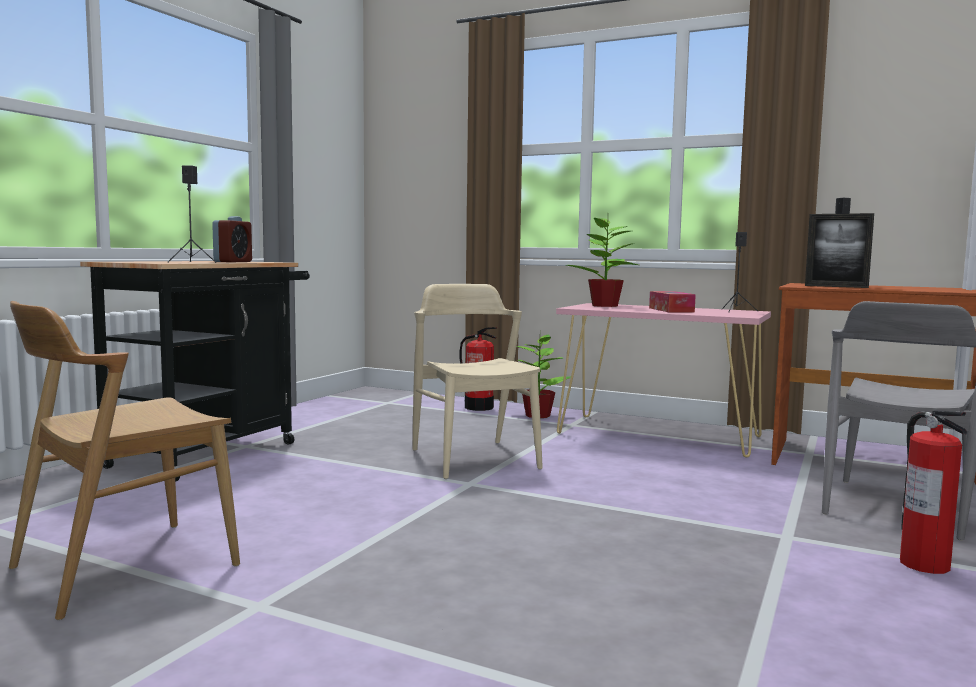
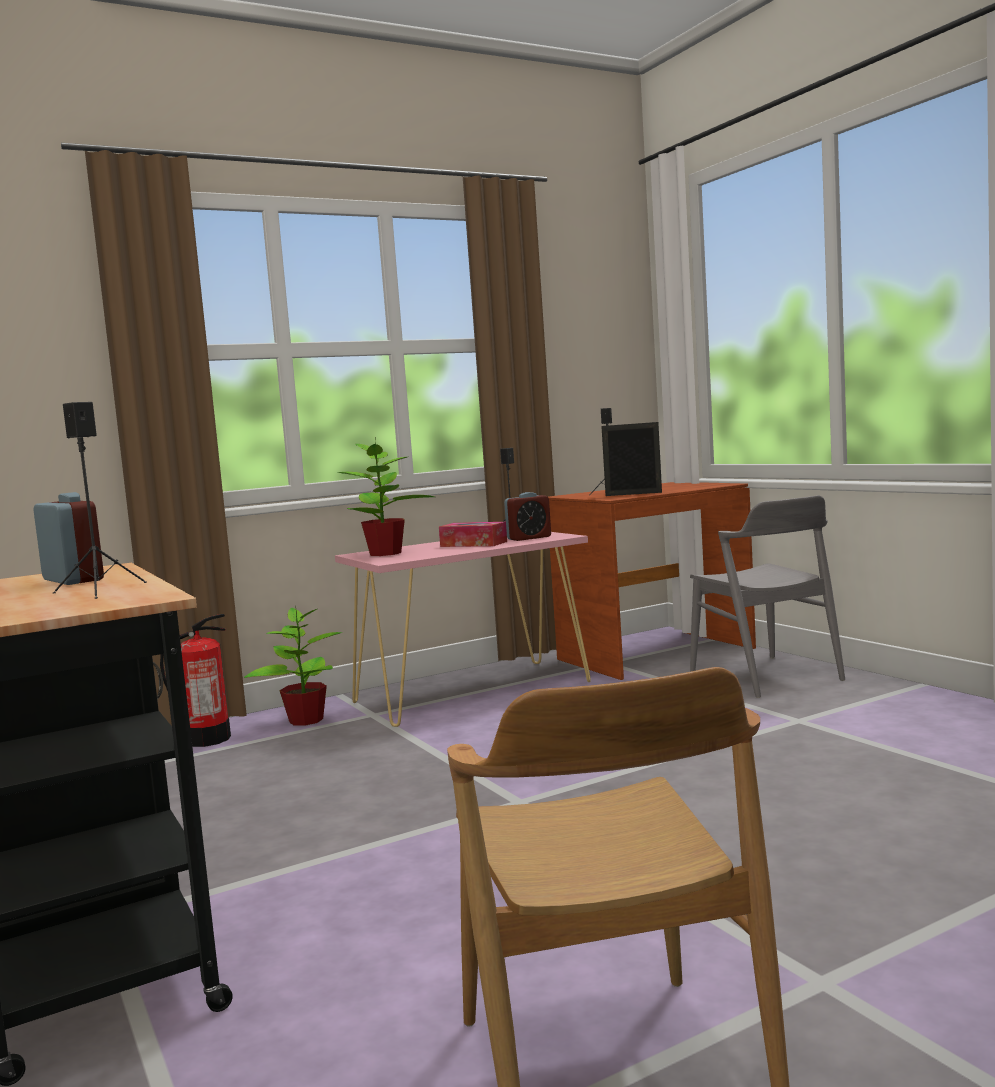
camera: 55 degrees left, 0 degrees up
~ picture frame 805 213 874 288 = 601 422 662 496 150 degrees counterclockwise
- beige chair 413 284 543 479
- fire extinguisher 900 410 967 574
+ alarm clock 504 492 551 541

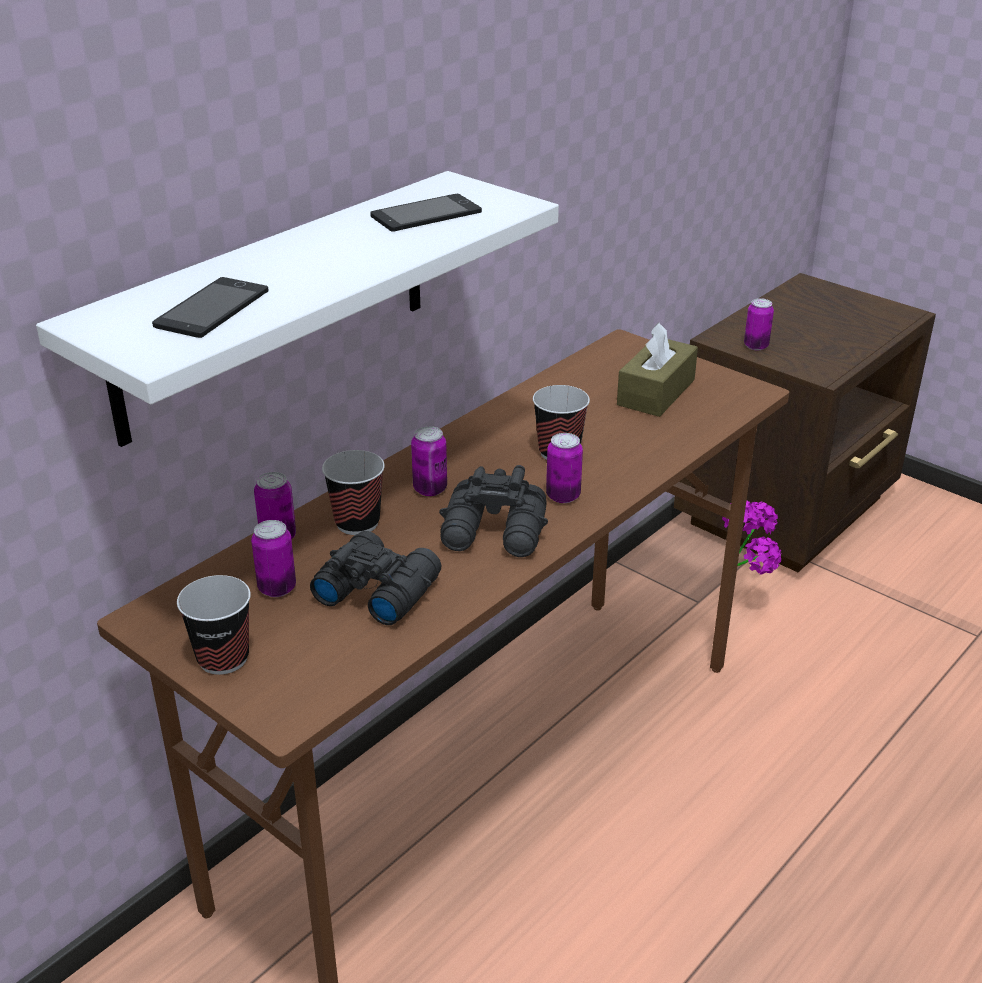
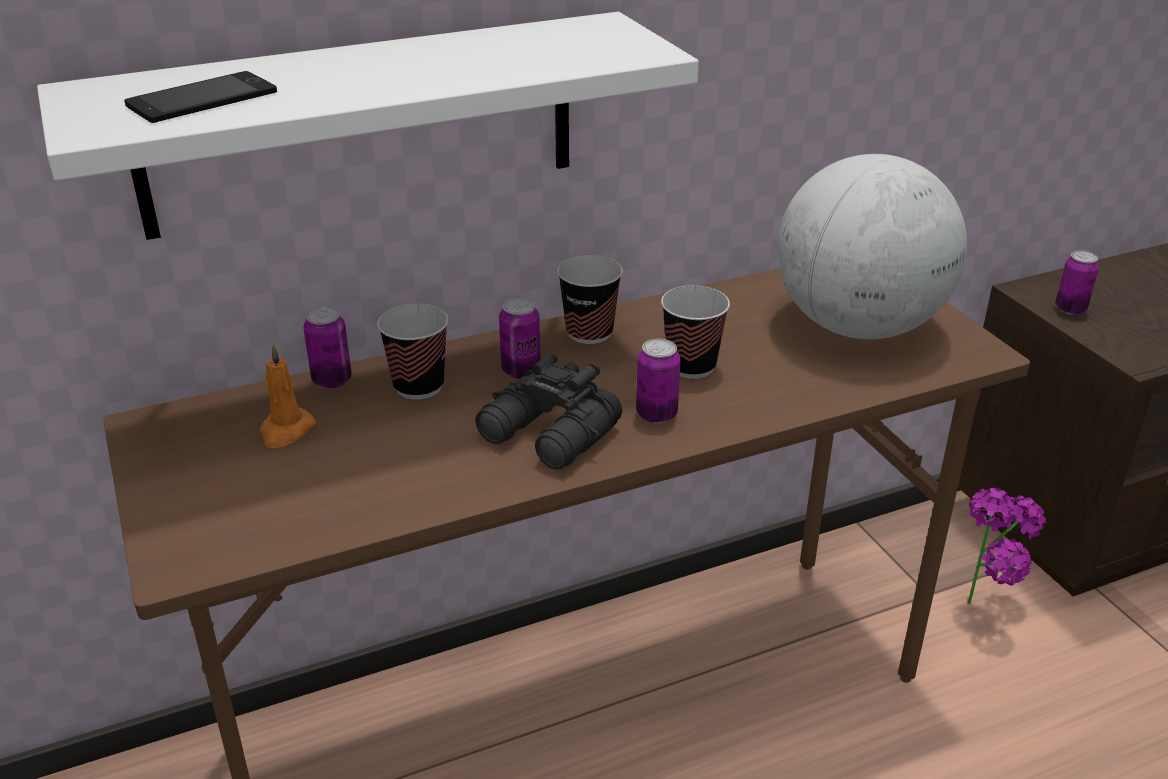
camera: 25 degrees right, 0 degrees up
- phone 370 194 482 232
~ brown tissue box 617 323 698 417 to globe 777 154 967 339
~ can 251 520 296 597 to orange candle 259 345 316 448
- black binoculars 310 531 441 625
~ cup 177 575 251 675 to 557 255 623 344

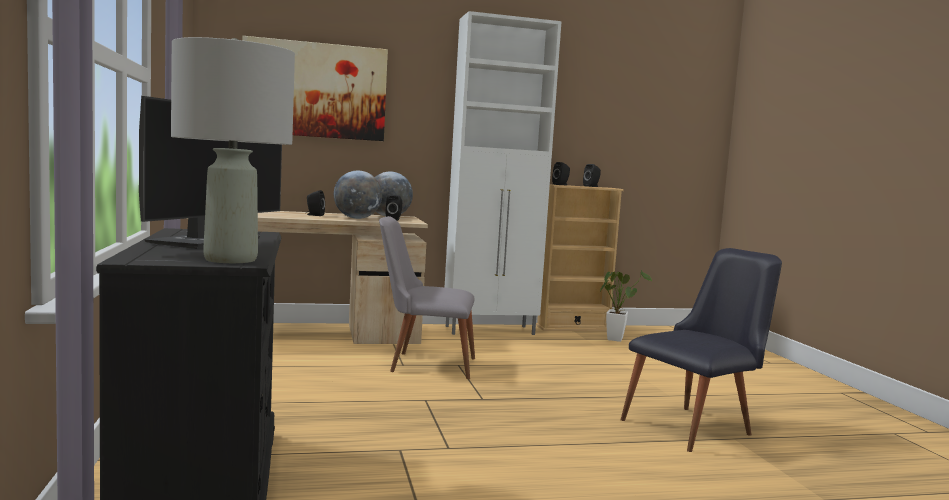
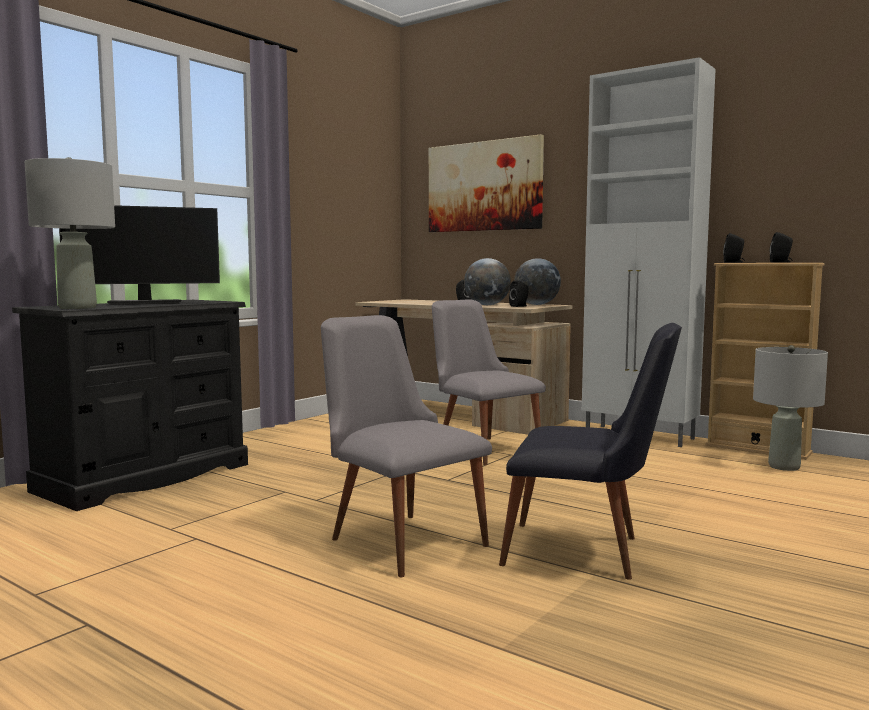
camera: 50 degrees right, 0 degrees up
~ potted plant 600 270 652 342 to grey table lamp 753 345 828 471
+ grey chair 321 315 492 577

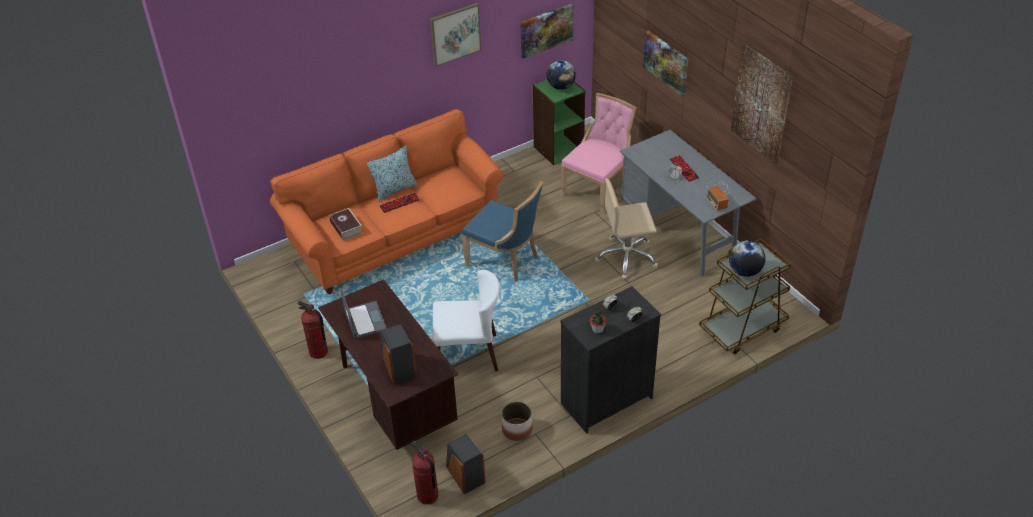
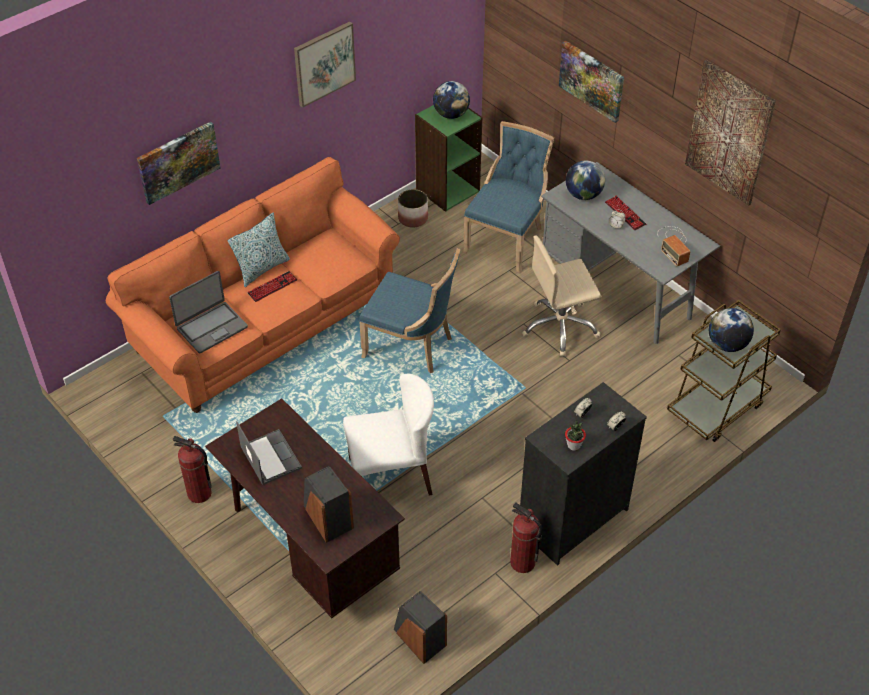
camera: 10 degrees left, 5 degrees up
~ picture 520 4 574 58 to 137 121 221 205
~ pink chair 560 93 636 214 to blue chair 463 121 554 273
~ book 329 208 363 241 to laptop 169 271 248 353
~ planter 501 401 533 441 to 398 189 428 227
~ fire extinguisher 411 441 438 504 to 510 502 543 573
+ globe 566 160 605 200

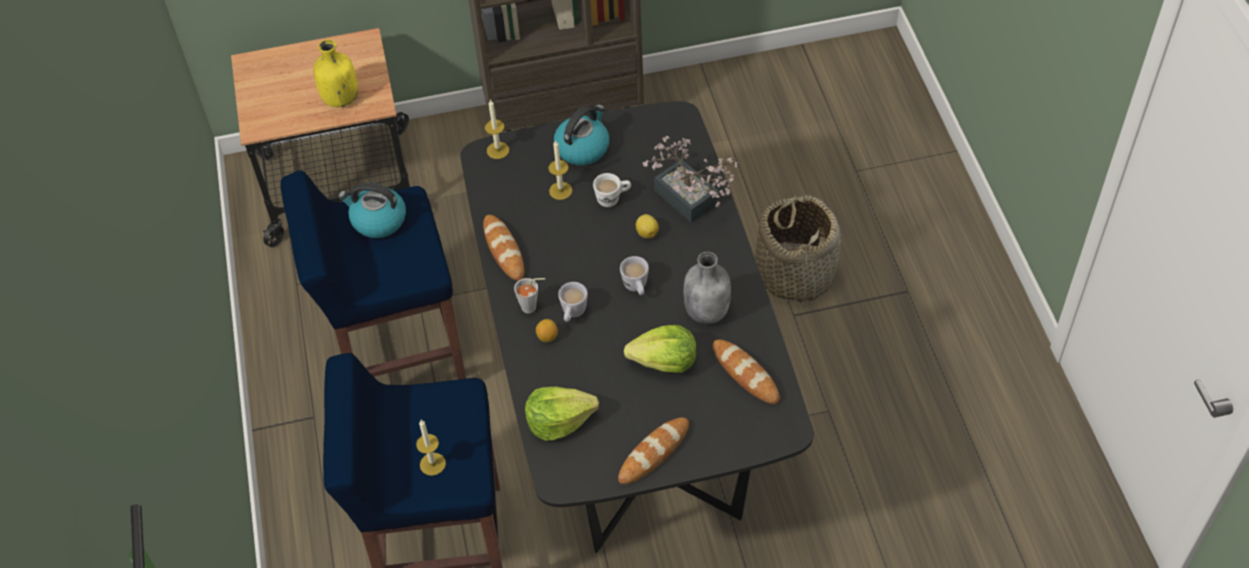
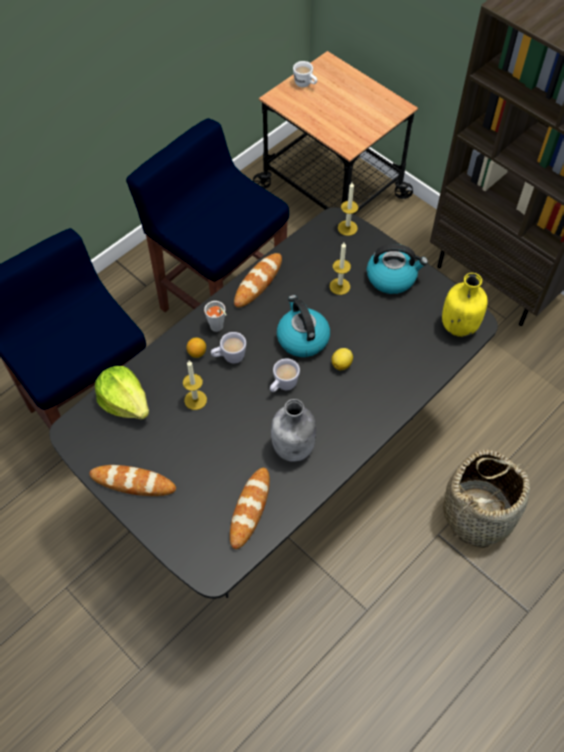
camera: 55 degrees right, 5 degrees up
~ yellow bottle 313 39 358 108 to 442 273 488 337
- potted plant 643 136 738 223
~ white mug 593 173 631 207 to 293 61 317 87
~ kettle 338 183 406 238 to 277 295 330 357
- lettuce 624 325 696 373
~ candle 416 420 446 476 to 183 361 207 410

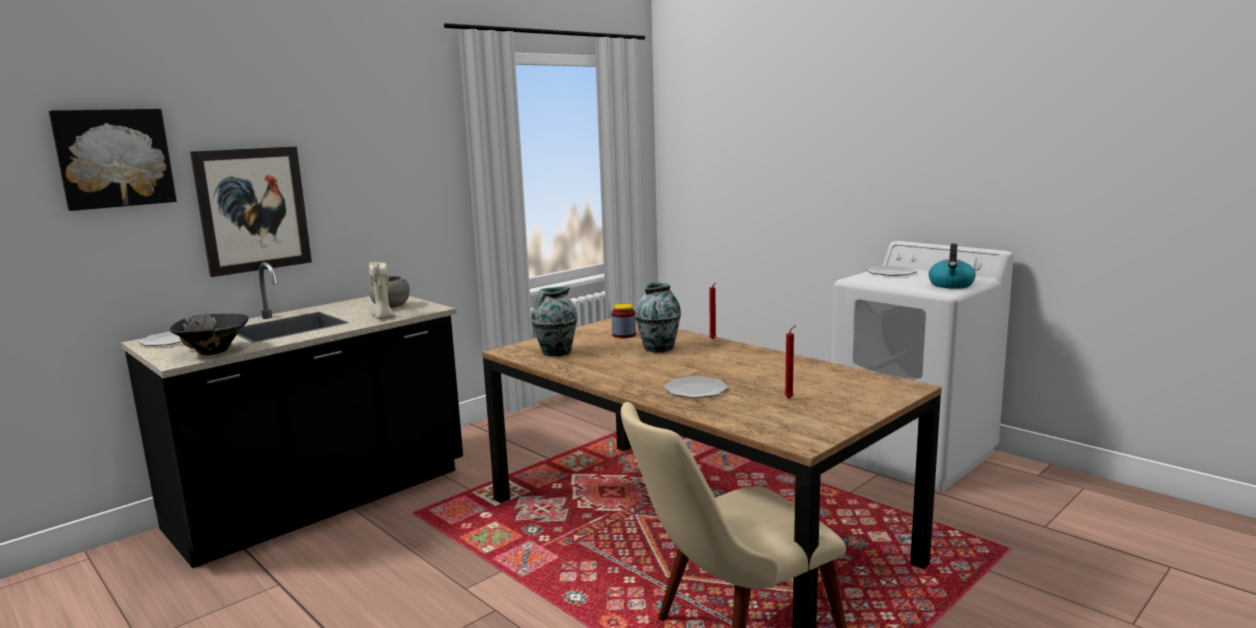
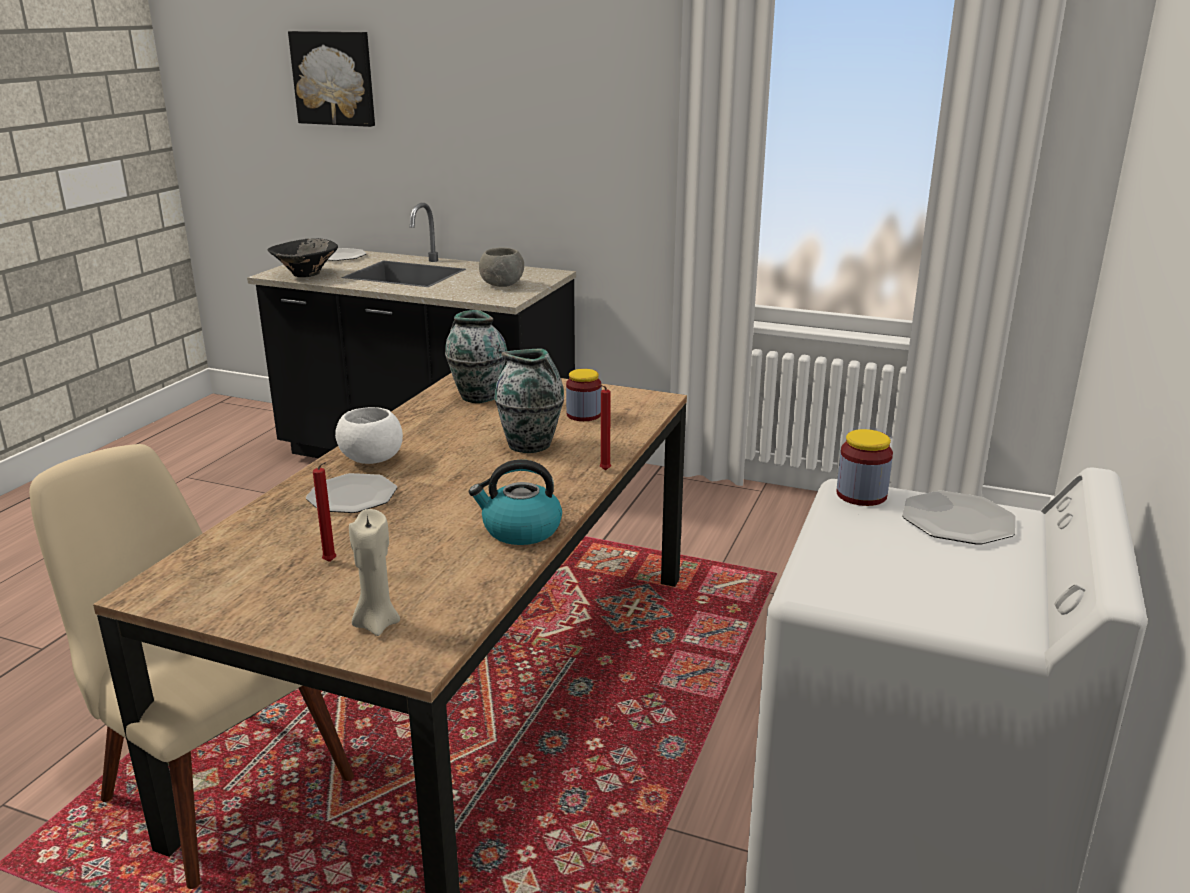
camera: 65 degrees right, 10 degrees up
- picture 190 146 312 277
~ kettle 929 244 976 289 to 469 460 562 545
~ beige candle 369 262 396 319 to 349 509 400 636
+ white bowl 335 407 403 464
+ jar 836 429 893 506

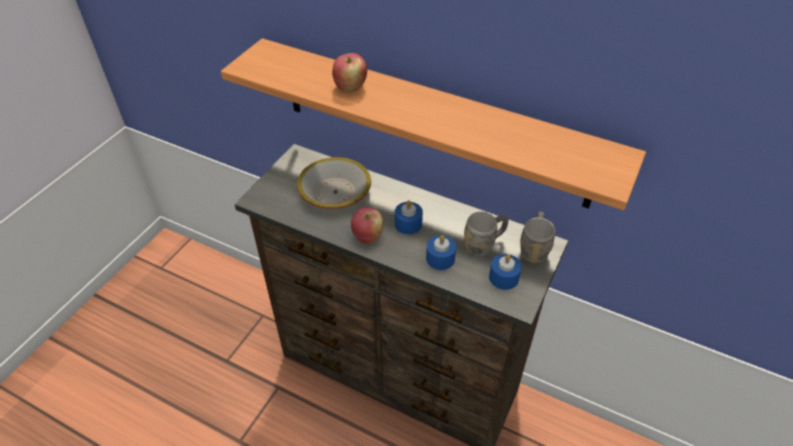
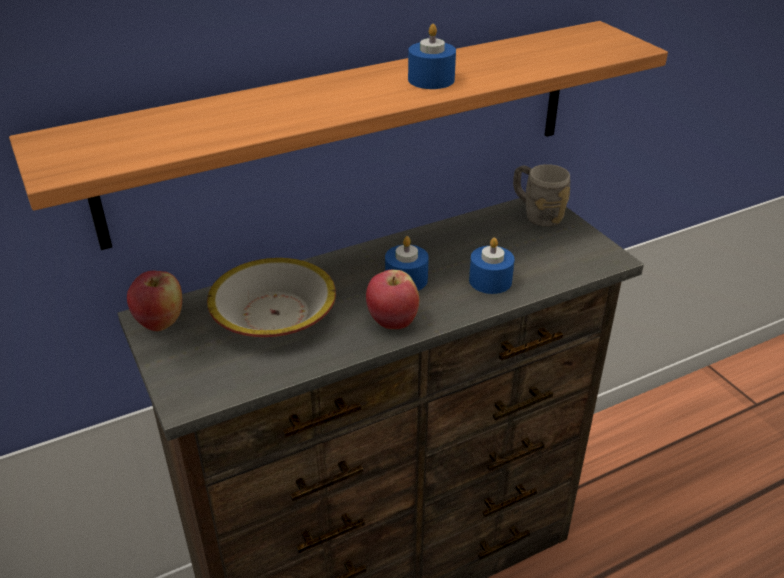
camera: 55 degrees left, 10 degrees down
~ apple 332 53 367 92 to 127 271 182 331
- grey mug 464 212 509 257
~ blue candle 489 254 522 290 to 408 24 456 89

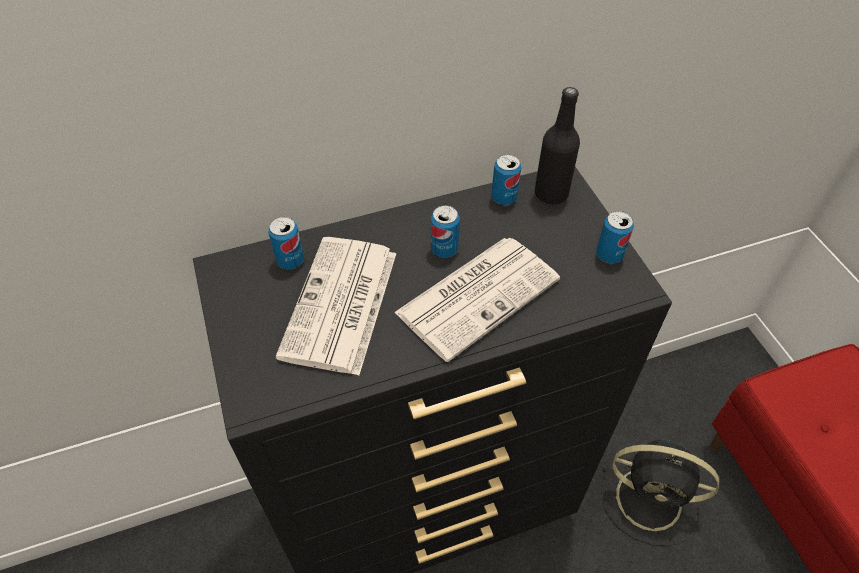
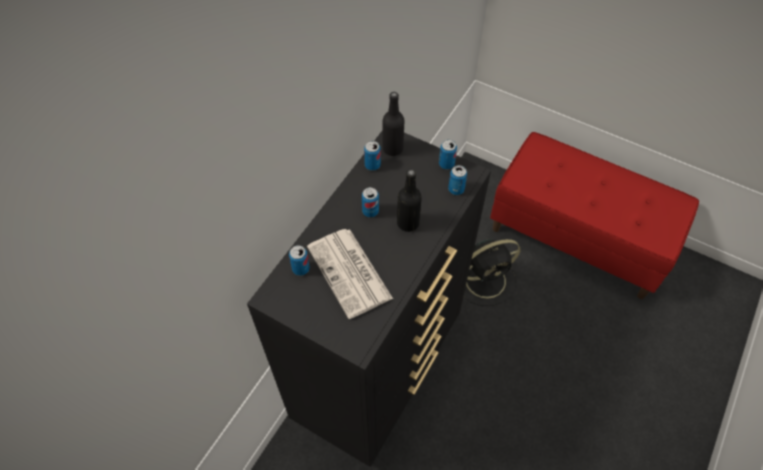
camera: 40 degrees left, 5 degrees up
~ newspaper 394 238 560 362 to black bottle 397 169 422 232
+ can 448 165 467 195

